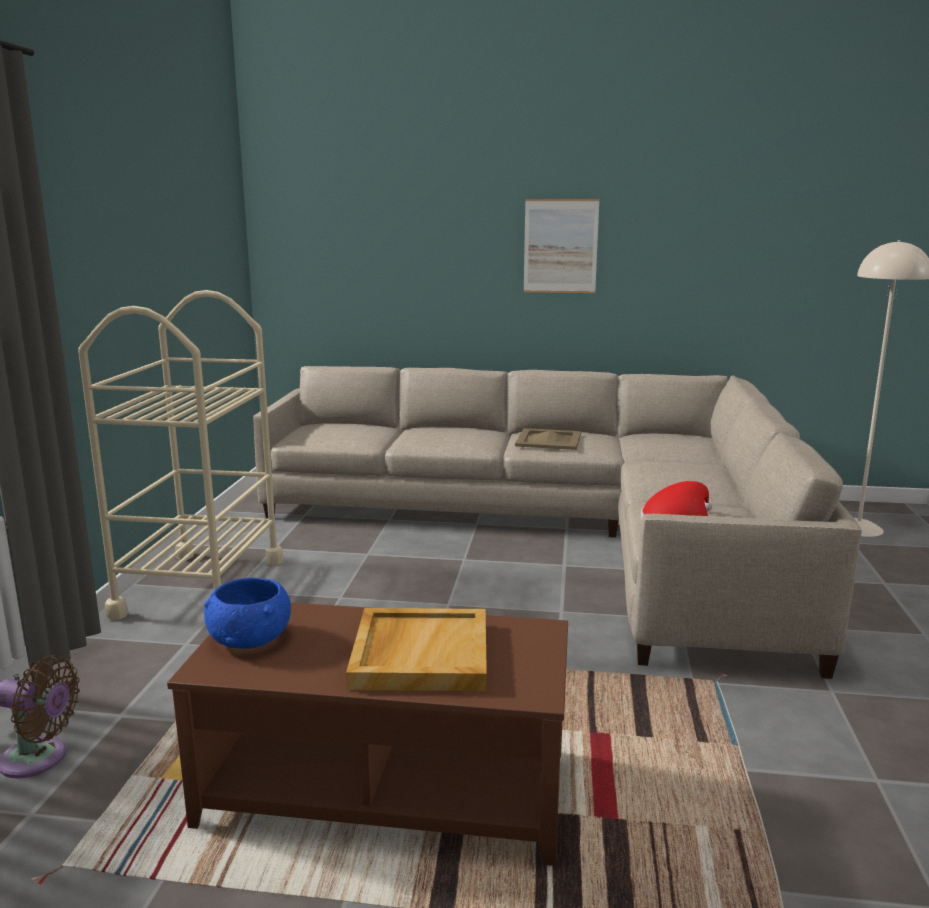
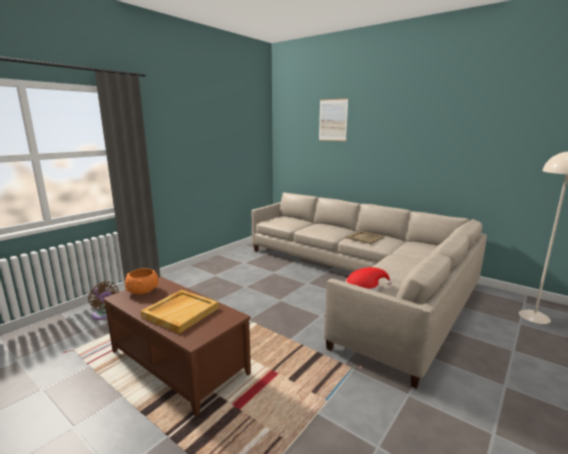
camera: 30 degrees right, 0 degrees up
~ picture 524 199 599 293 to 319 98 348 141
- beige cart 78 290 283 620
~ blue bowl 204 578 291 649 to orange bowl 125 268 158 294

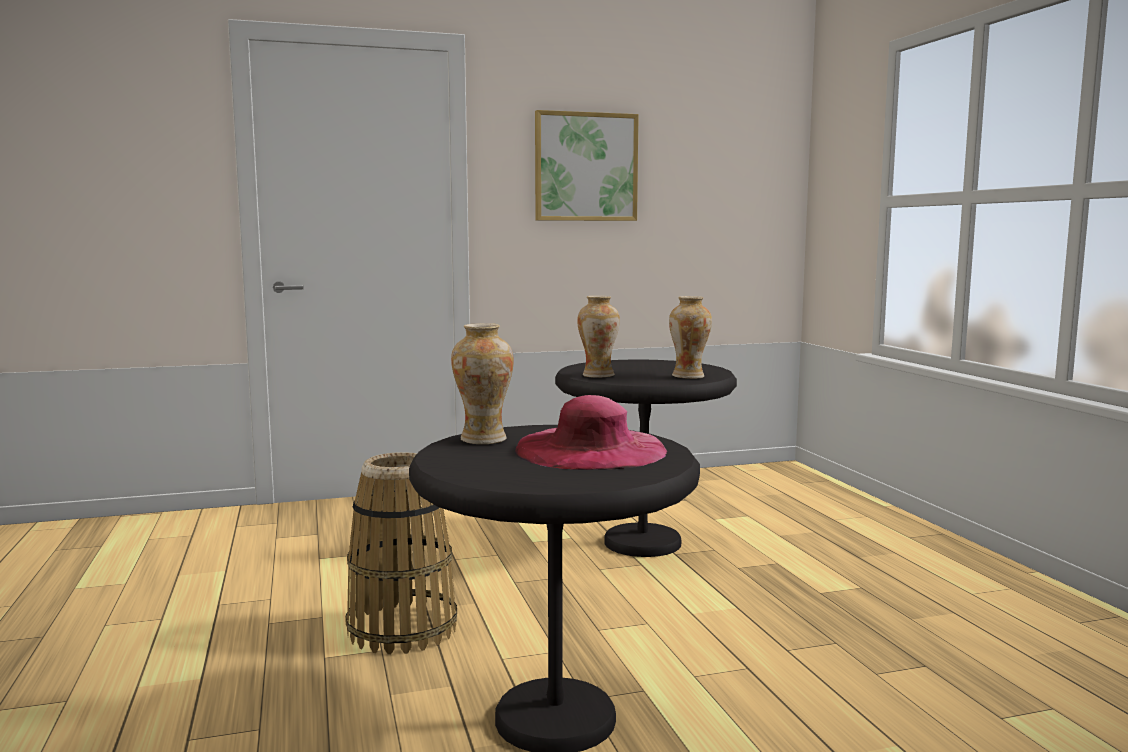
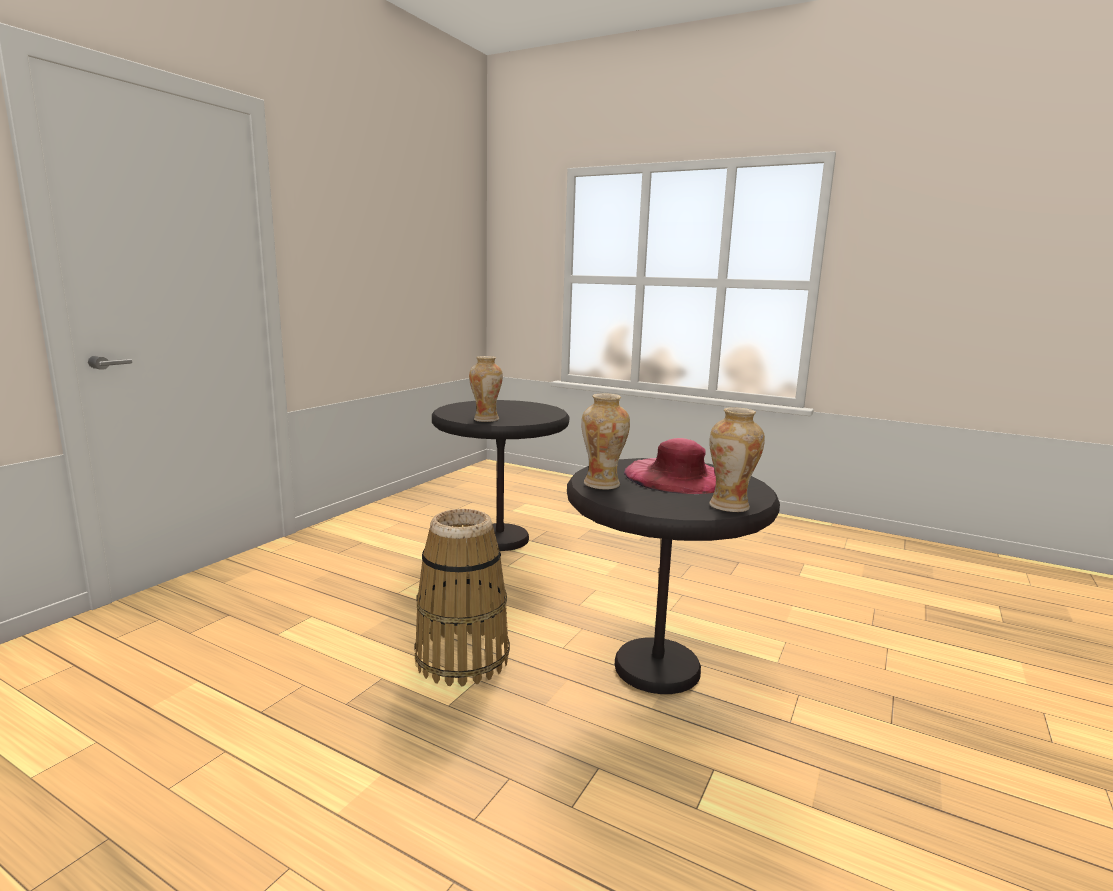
camera: 45 degrees left, 5 degrees up
- picture 535 110 639 221
~ vase 669 296 712 379 to 709 407 765 512

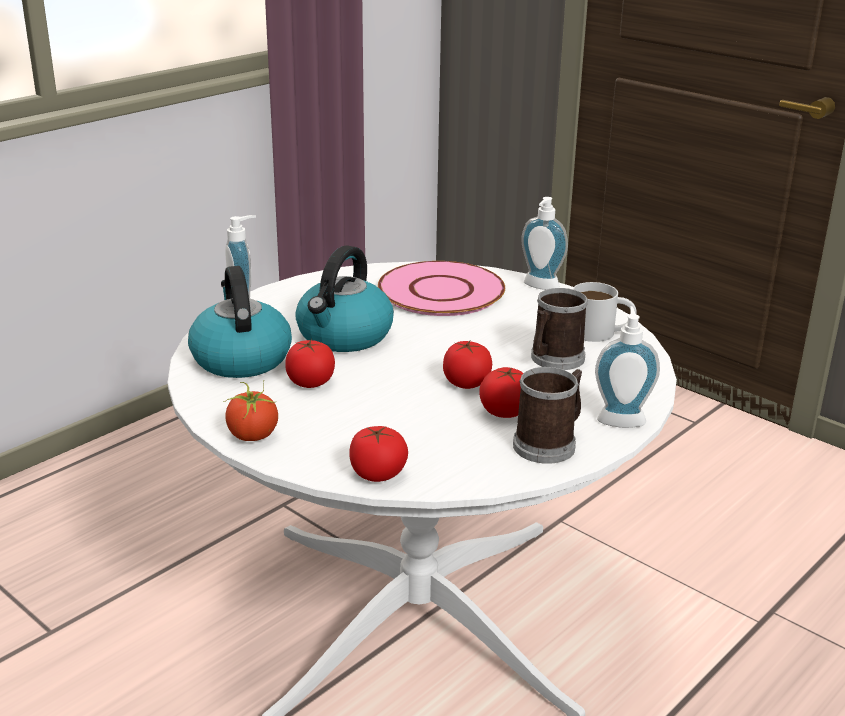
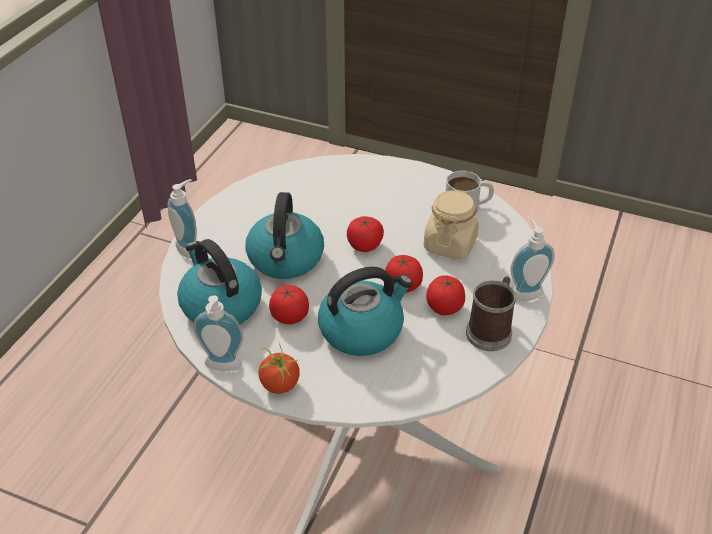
camera: 20 degrees left, 15 degrees up
~ soap dispenser 521 197 568 290 to 193 295 244 371
- pink plate 378 261 505 316
~ mug 531 288 588 370 to beige jar 424 190 479 260
~ tomato 350 426 408 482 to 347 216 384 252
+ kettle 318 267 412 356

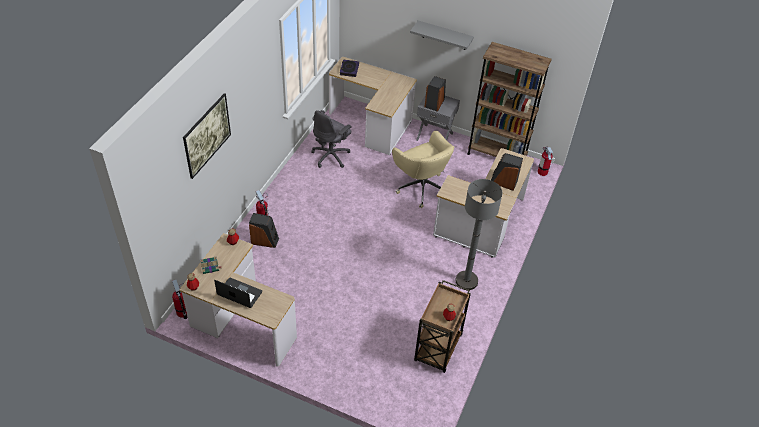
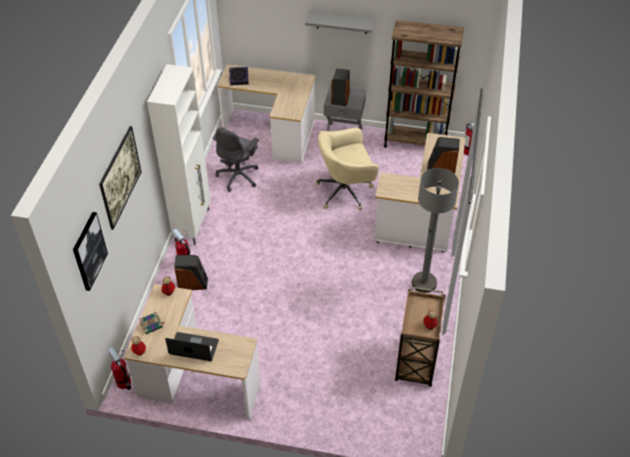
camera: 10 degrees left, 0 degrees up
~ beige office chair 392 131 455 208 = 315 128 379 210 120 degrees clockwise
+ white cabinet 147 64 211 245
+ picture 73 212 108 291

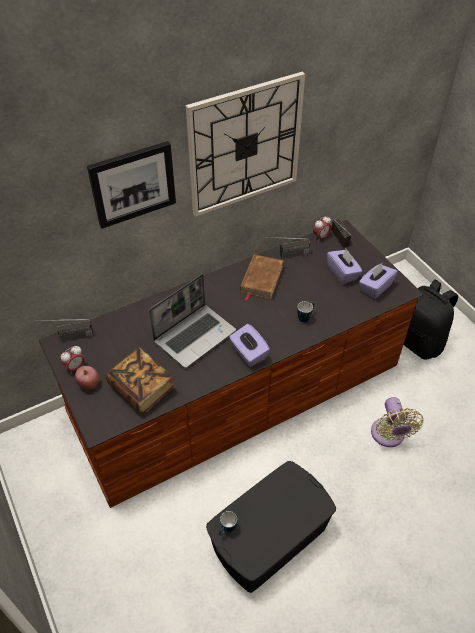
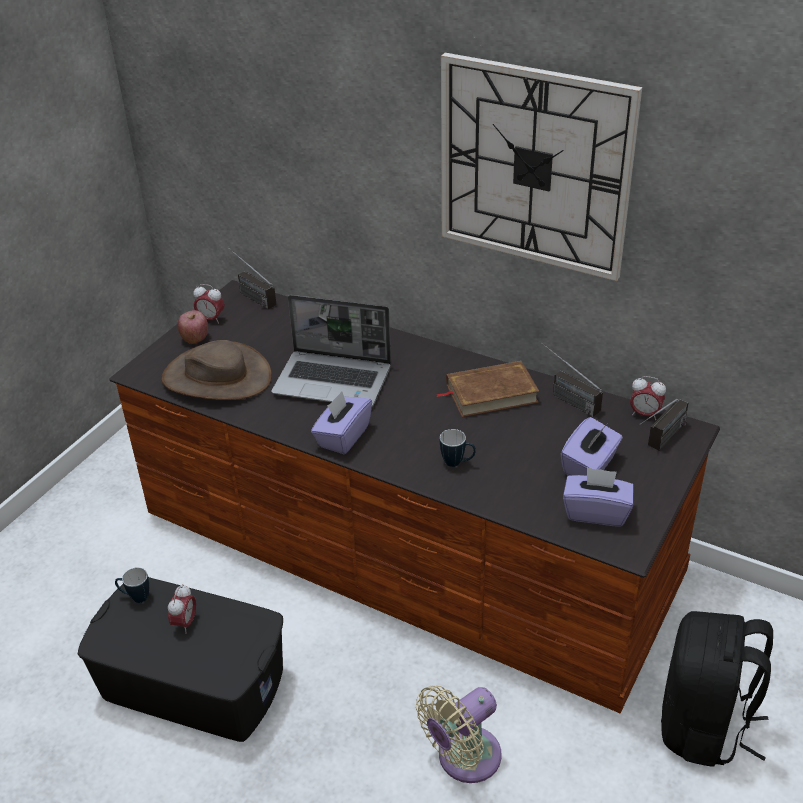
camera: 60 degrees right, 10 degrees down
- picture 87 141 176 229
~ book 106 348 175 414 to brown hat 161 340 272 400
+ alarm clock 168 585 196 634

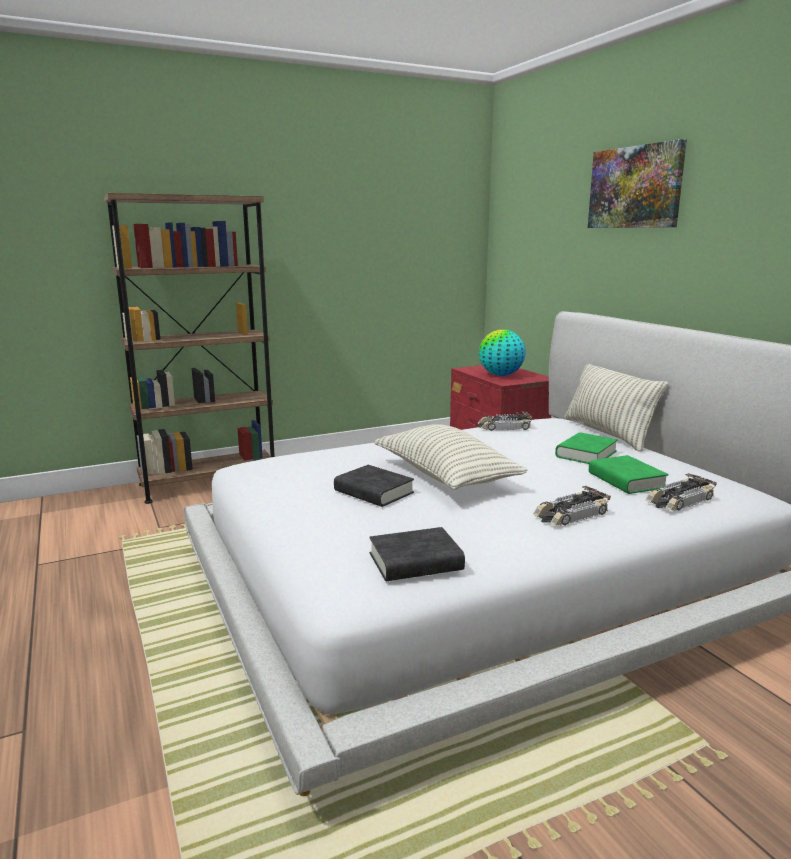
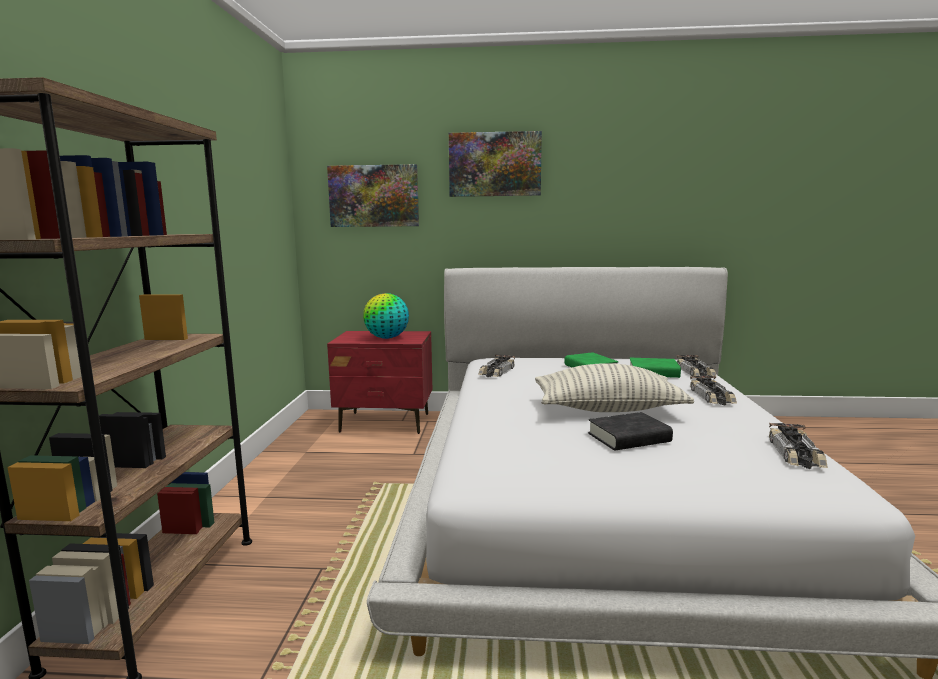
camera: 60 degrees left, 5 degrees down
- pillow 564 364 668 452
~ black book 369 527 465 581 to toy car 769 423 828 469
+ picture 327 164 419 227

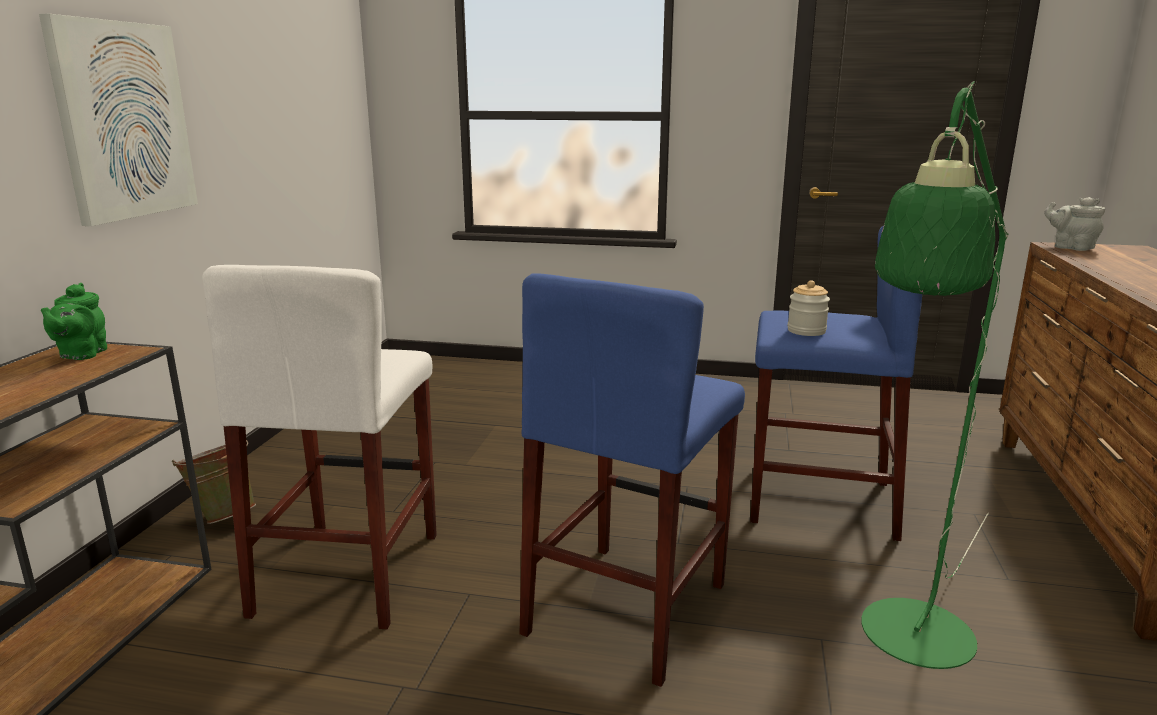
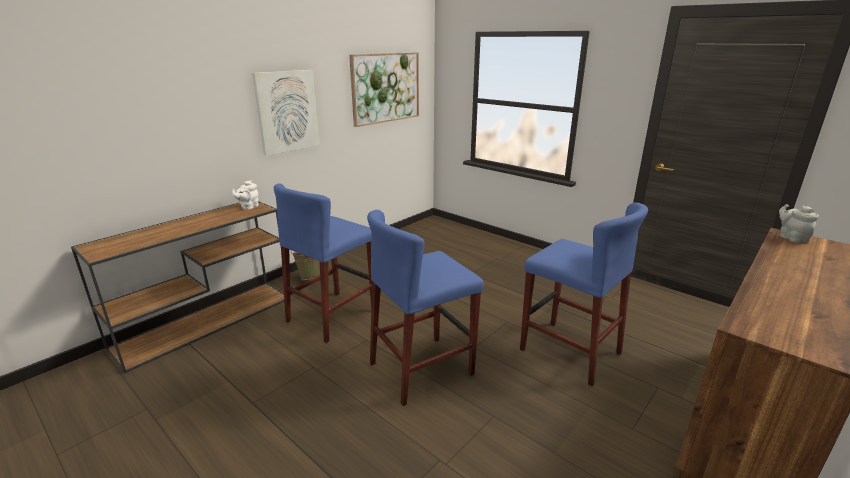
camera: 30 degrees right, 5 degrees up
- green floor lamp 861 81 1008 669
~ white stool 202 265 437 629 to blue stool 274 184 372 343
- jar 787 281 830 336
~ green teapot 41 283 107 360 to white teapot 232 180 258 210
+ picture 349 53 419 127

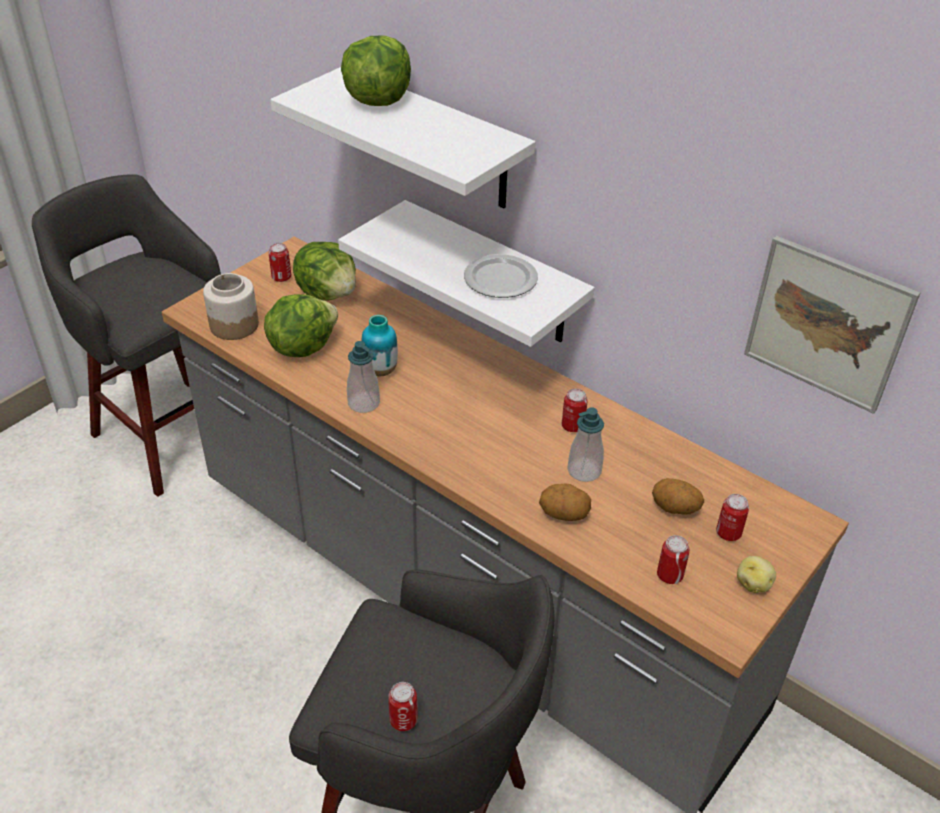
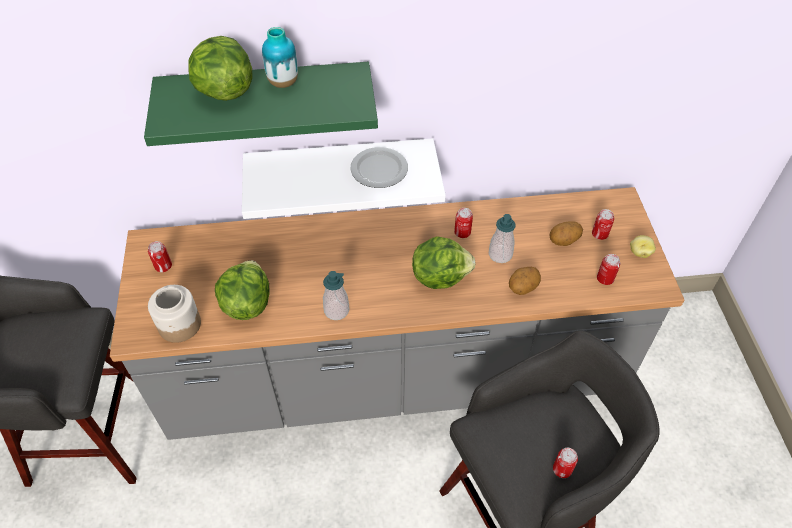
camera: 45 degrees left, 10 degrees up
~ white shelf 270 67 535 209 to green shelf 144 62 378 146
- picture 744 236 920 414
~ lettuce 293 242 356 301 to 412 236 476 289
~ vase 361 315 398 376 to 262 27 298 88

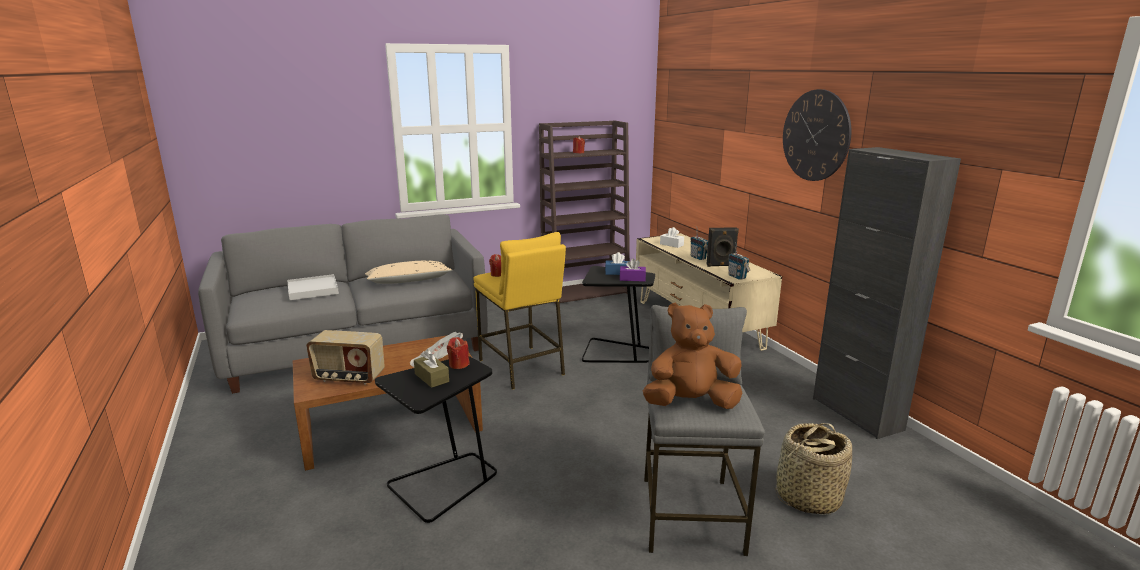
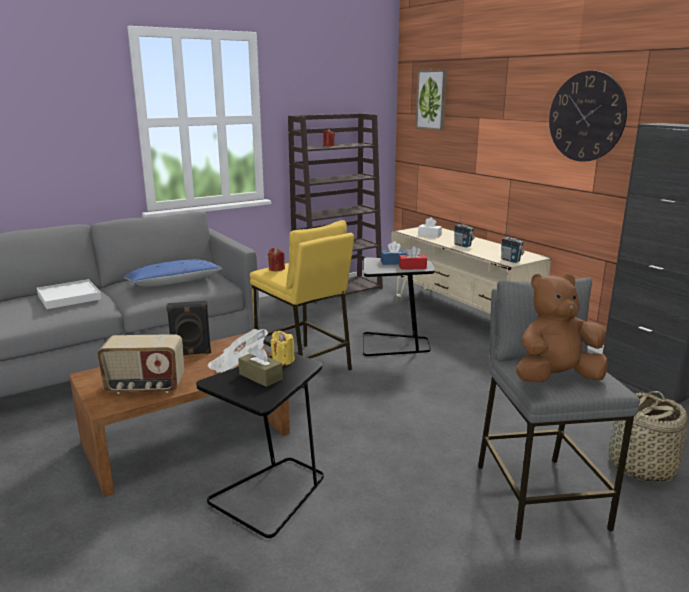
camera: 10 degrees left, 0 degrees up
~ black speaker 707 228 739 267 to 166 301 211 355
~ purple tissue box 620 258 646 282 to red tissue box 399 246 427 270
~ beige pillow 365 260 452 284 to blue pillow 123 259 223 286
~ red candle 447 337 470 369 to yellow candle 270 331 295 366
+ picture 415 69 447 131

